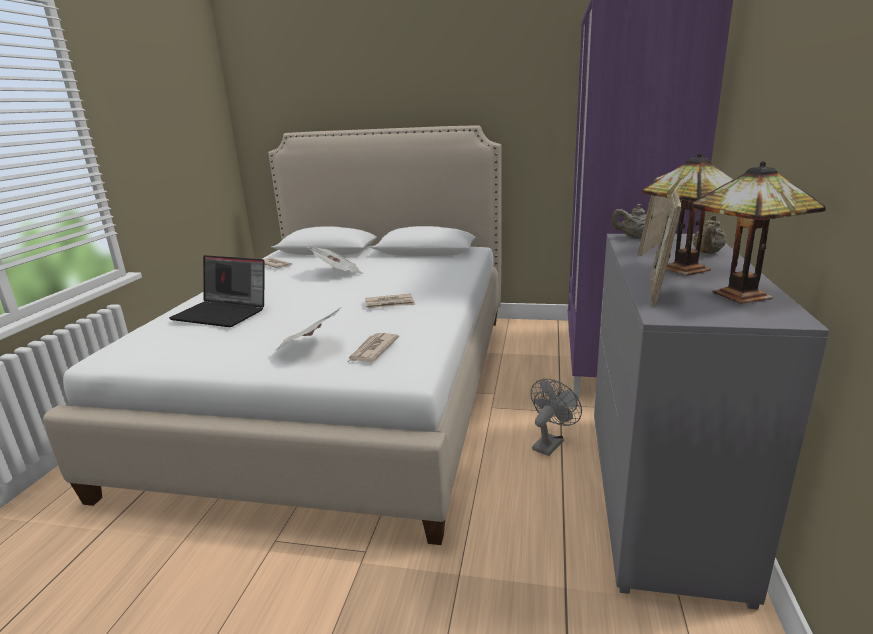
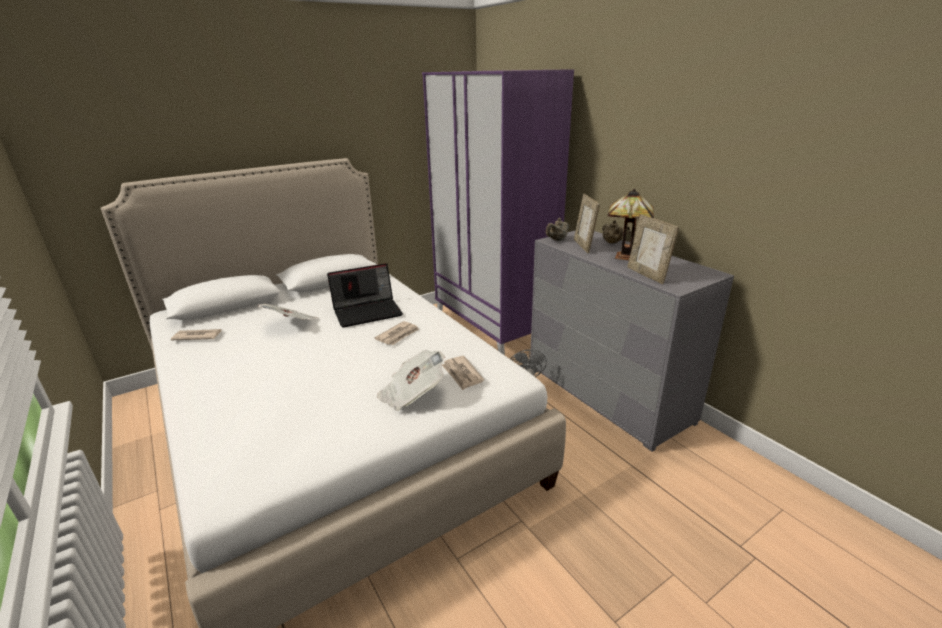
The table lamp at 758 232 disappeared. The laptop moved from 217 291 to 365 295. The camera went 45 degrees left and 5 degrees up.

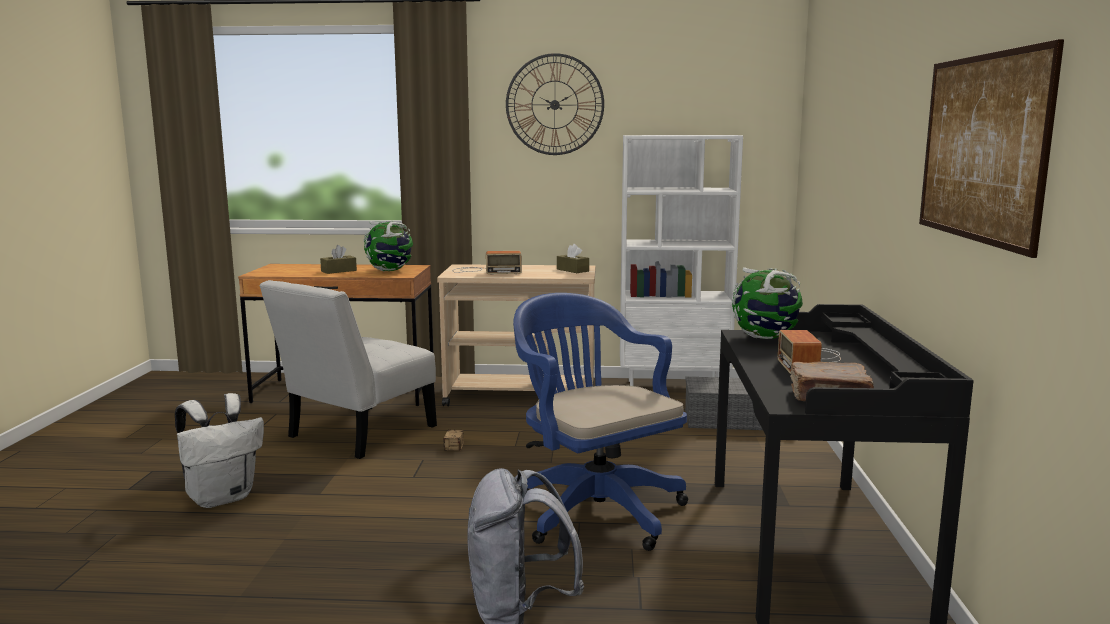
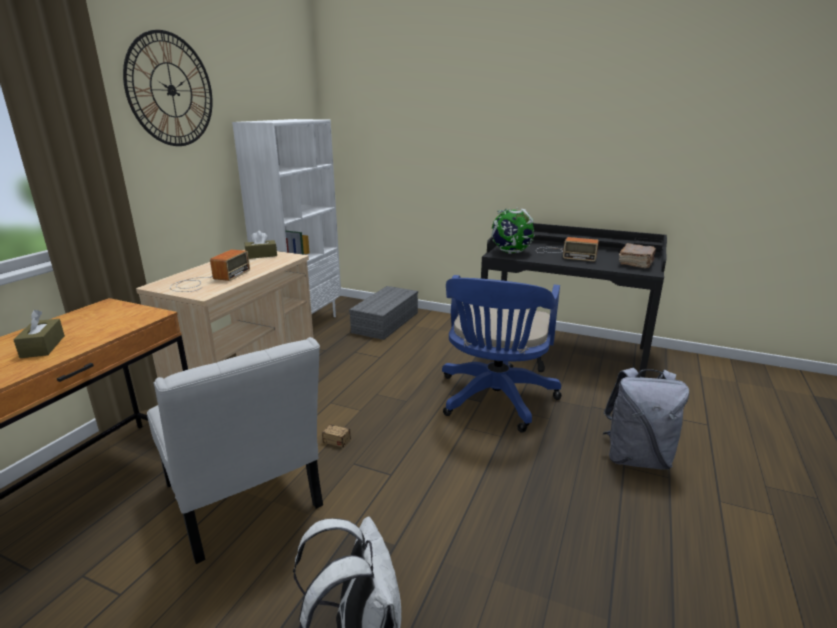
The picture at 991 148 disappeared. The desk globe at 388 246 disappeared. The blue desk chair at 600 422 turned 60 degrees counterclockwise. The camera went 70 degrees left and 10 degrees up.

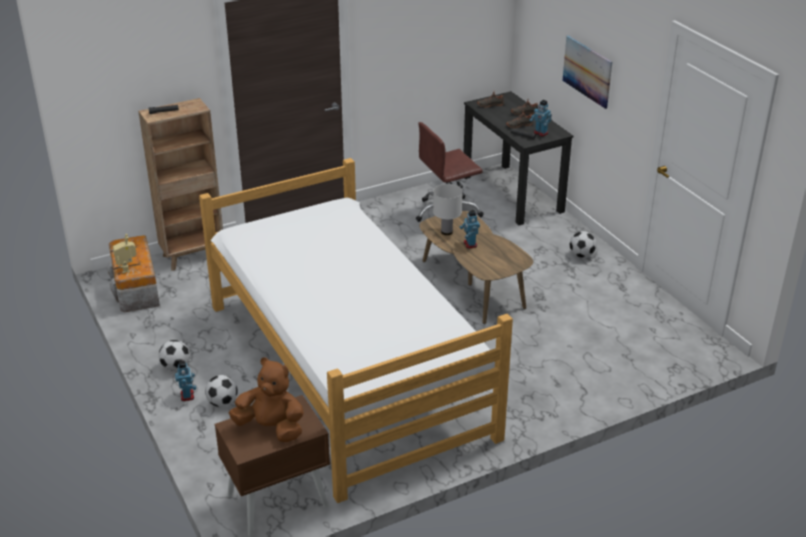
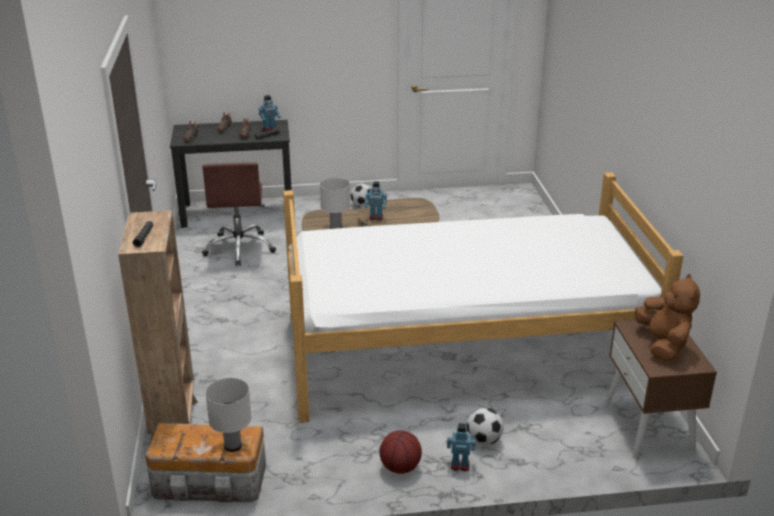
The picture at 587 72 disappeared. The toy robot at 124 253 was replaced by the whitish table lamp at 228 415. The football at 174 355 was replaced by the basketball at 401 452. The brown-coloured cuddly toy at 266 399 turned 135 degrees clockwise. The camera went 70 degrees left and 5 degrees down.

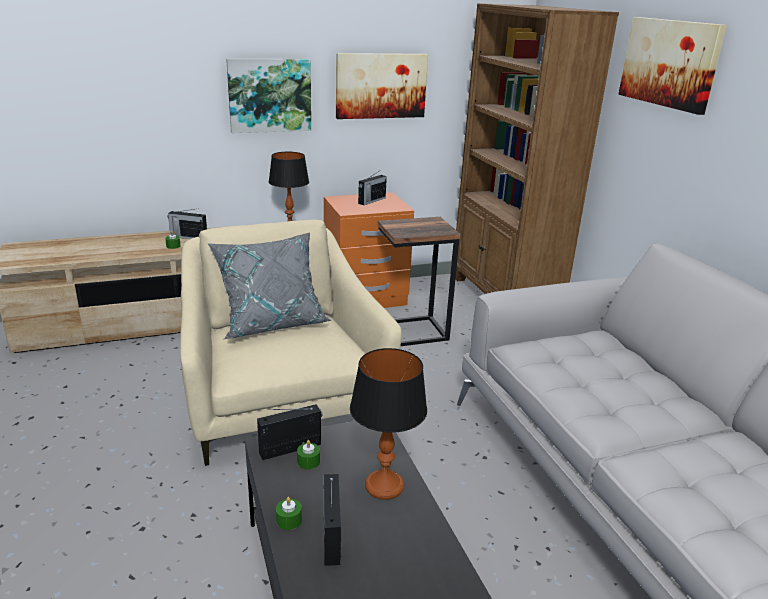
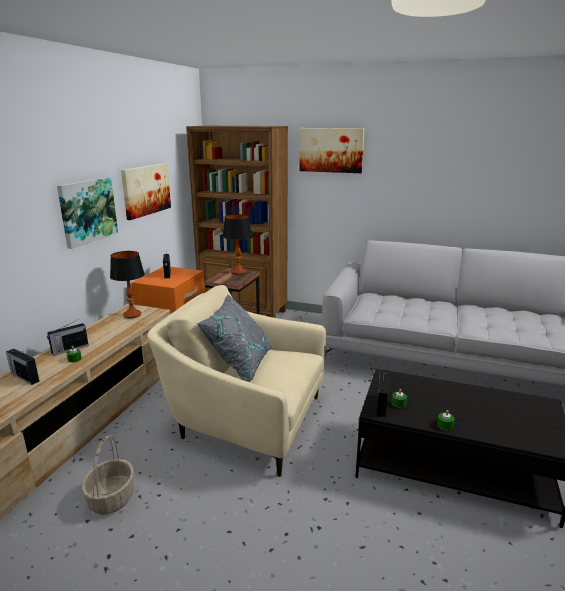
The table lamp moved from 388 424 to 237 244. The radio receiver moved from 332 520 to 23 367. The basket at 108 475 appeared. The camera went 50 degrees left and 5 degrees down.

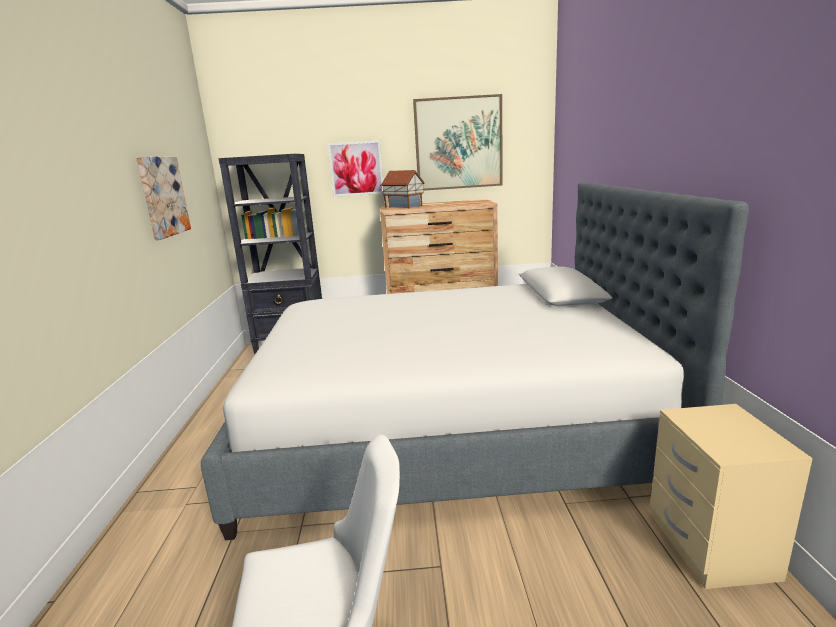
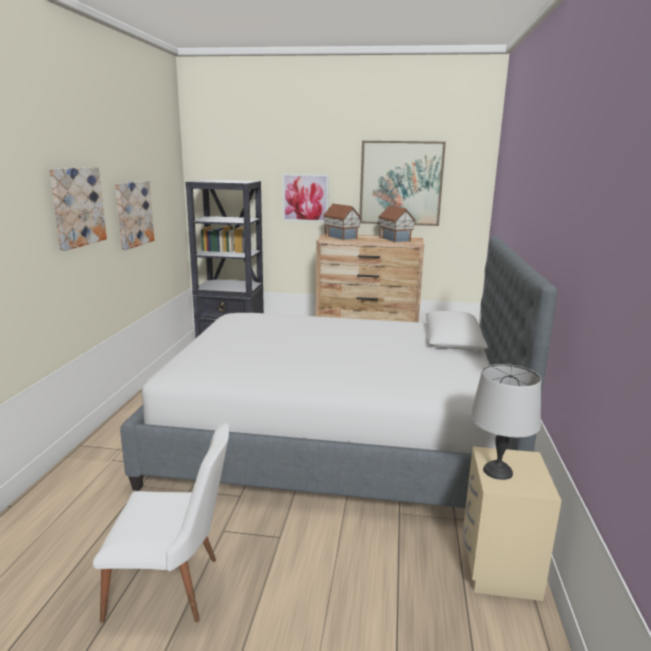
The picture at 78 209 appeared. The model house at 397 223 appeared. The greyish table lamp at 505 422 appeared. The camera went 10 degrees right and 0 degrees up.

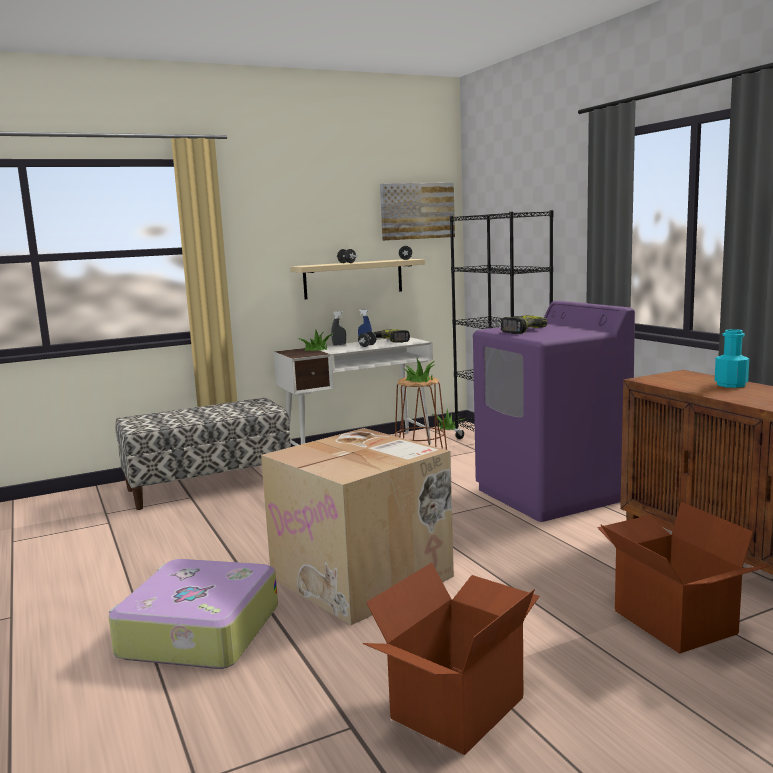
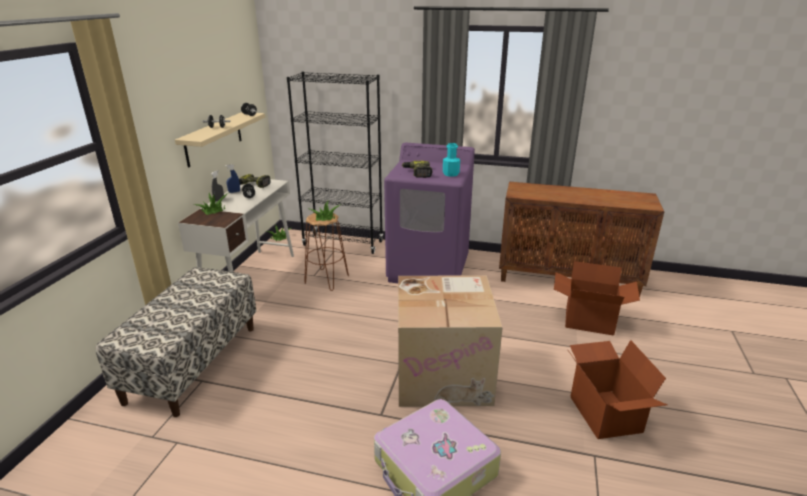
The picture at 417 212 disappeared. The blue-green beverage bottle moved from 732 358 to 451 160. The camera went 50 degrees left and 15 degrees up.

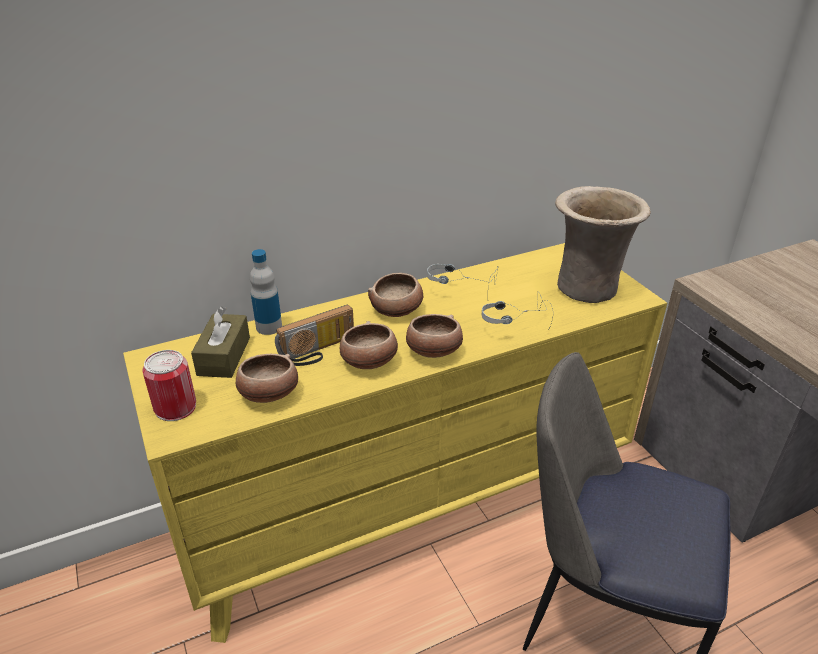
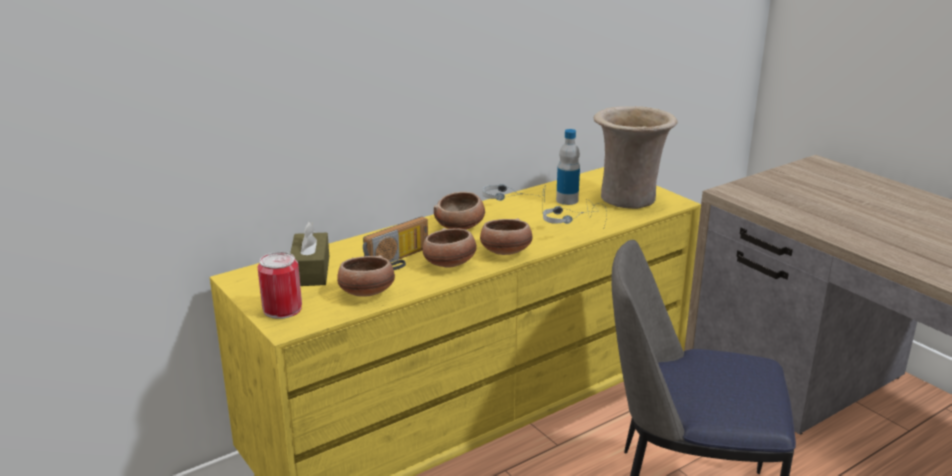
The beverage bottle moved from 266 292 to 568 167. The camera went 10 degrees left and 10 degrees down.

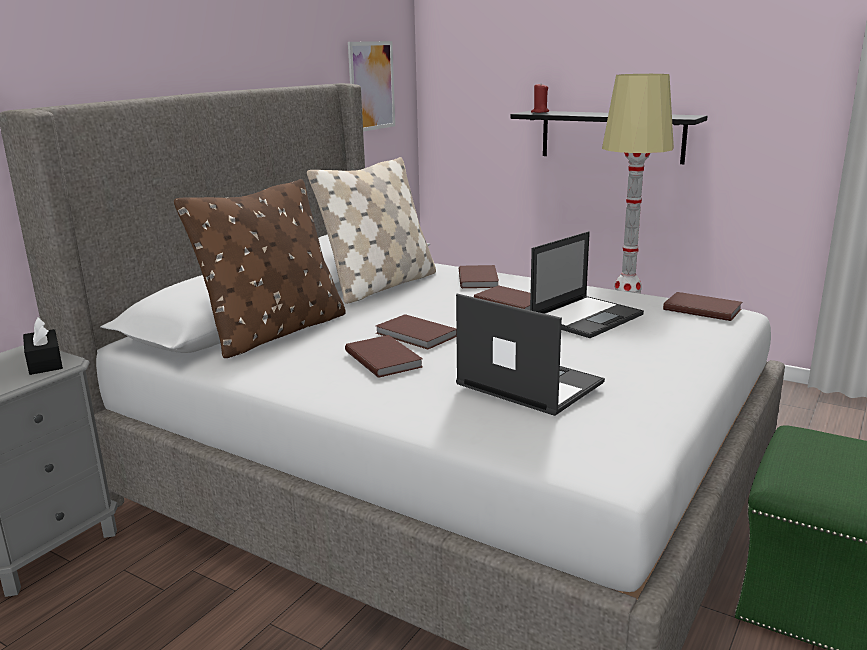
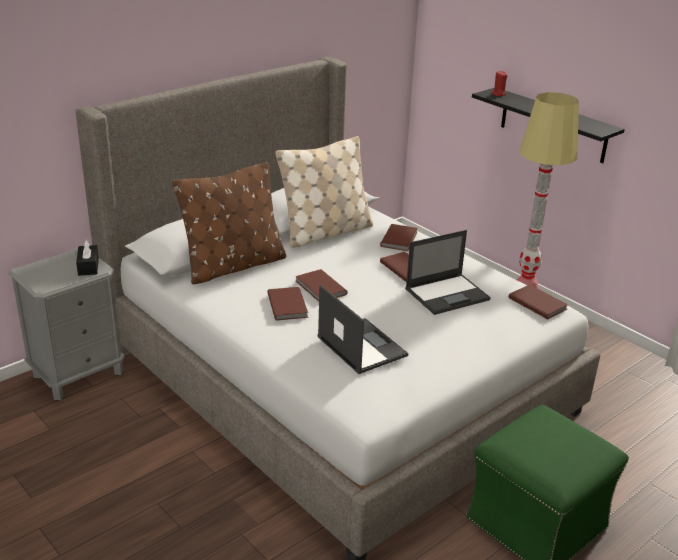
The picture at 371 86 disappeared. The camera went 15 degrees right and 10 degrees up.

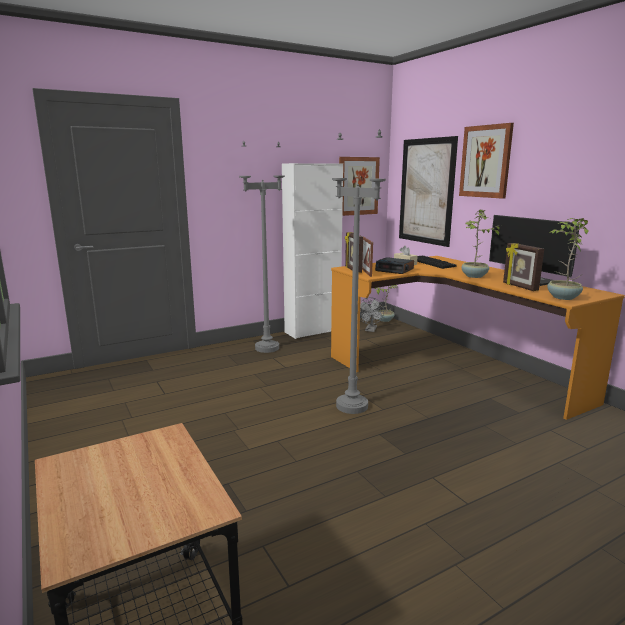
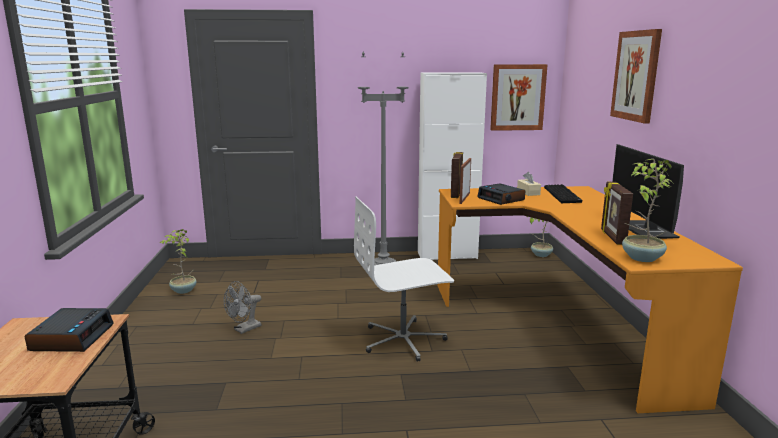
The greyish floor lamp at 359 271 was replaced by the whitish desk chair at 404 279. The picture at 428 191 disappeared. The plant in a pot moved from 481 243 to 178 261. The greyish electric fan moved from 372 314 to 242 307. The table clock at 69 330 appeared. The camera went 25 degrees right and 0 degrees up.

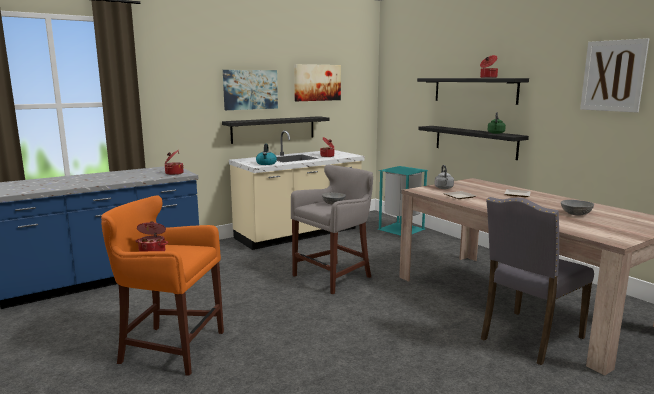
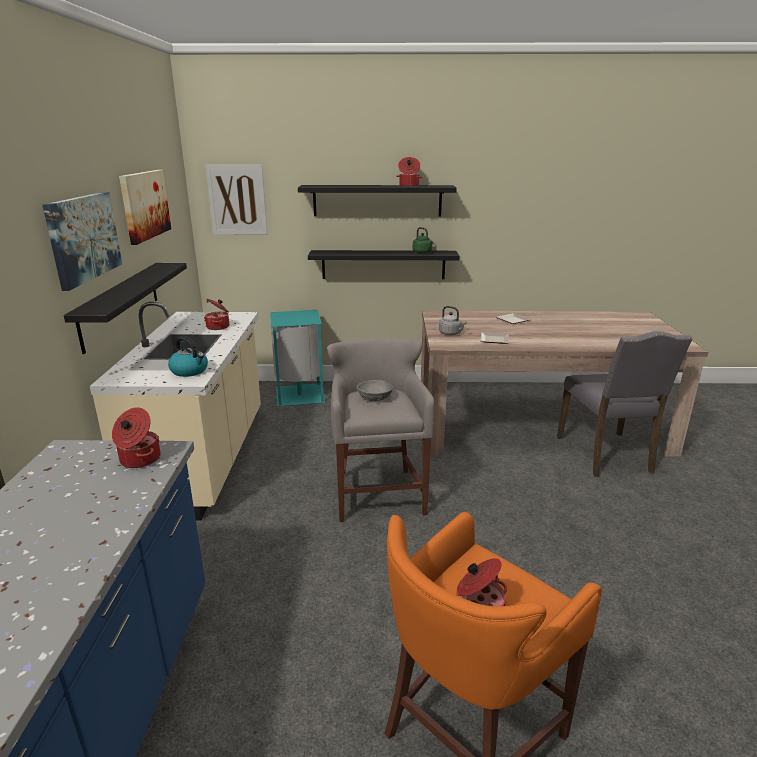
The picture moved from 614 75 to 236 200. The greyish deep dish at 577 207 disappeared. The camera went 55 degrees left and 10 degrees up.

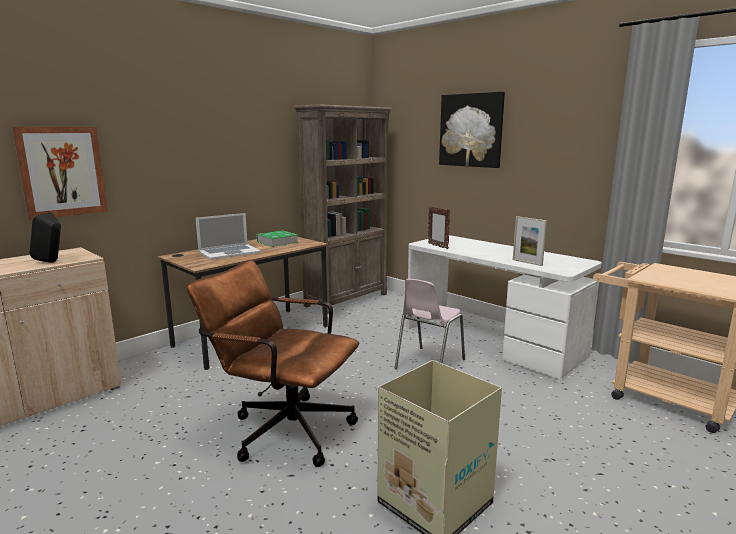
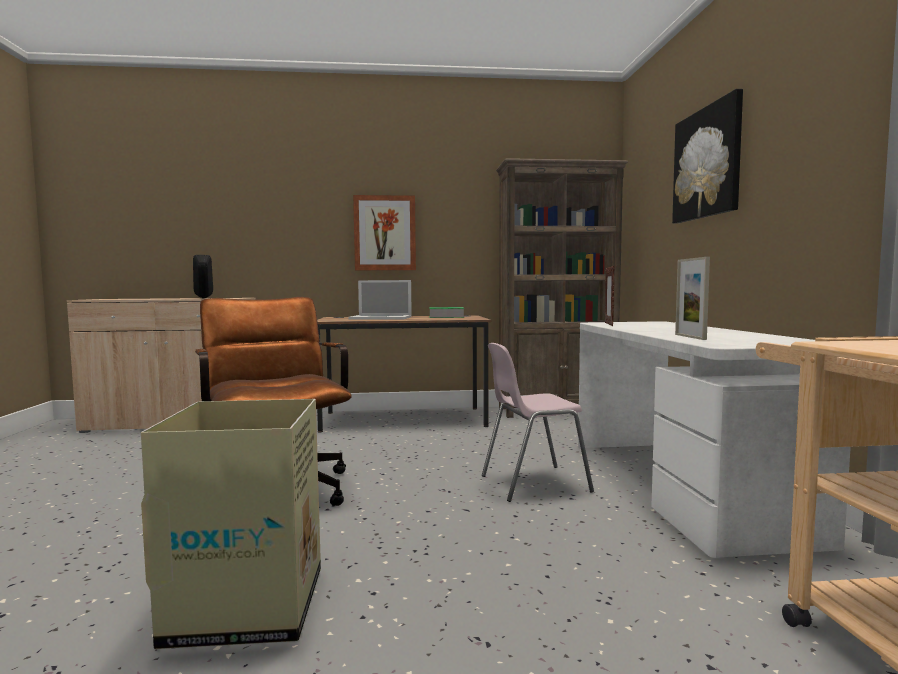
The picture moved from 60 173 to 384 233. The camera went 40 degrees right and 10 degrees down.

